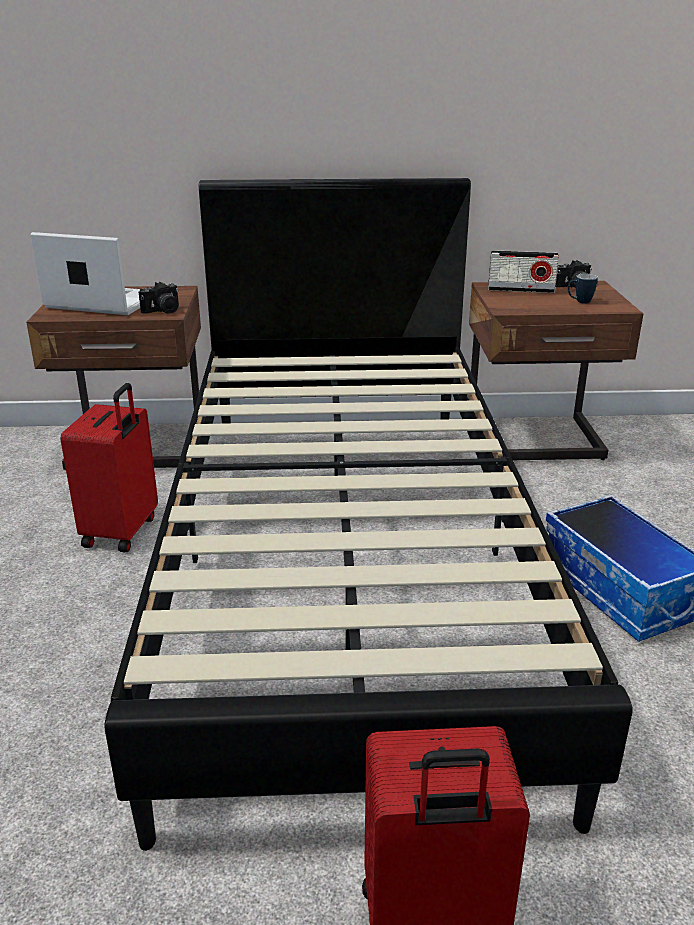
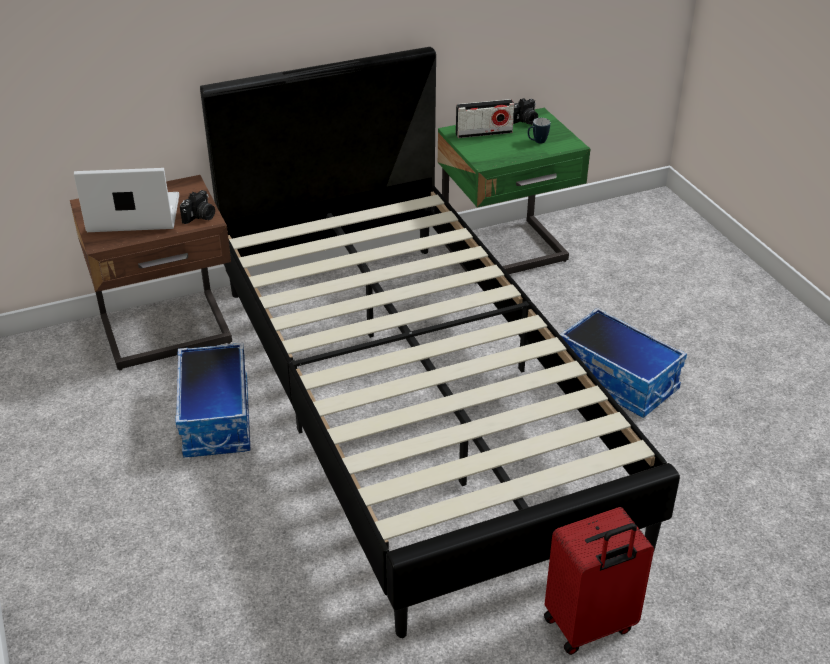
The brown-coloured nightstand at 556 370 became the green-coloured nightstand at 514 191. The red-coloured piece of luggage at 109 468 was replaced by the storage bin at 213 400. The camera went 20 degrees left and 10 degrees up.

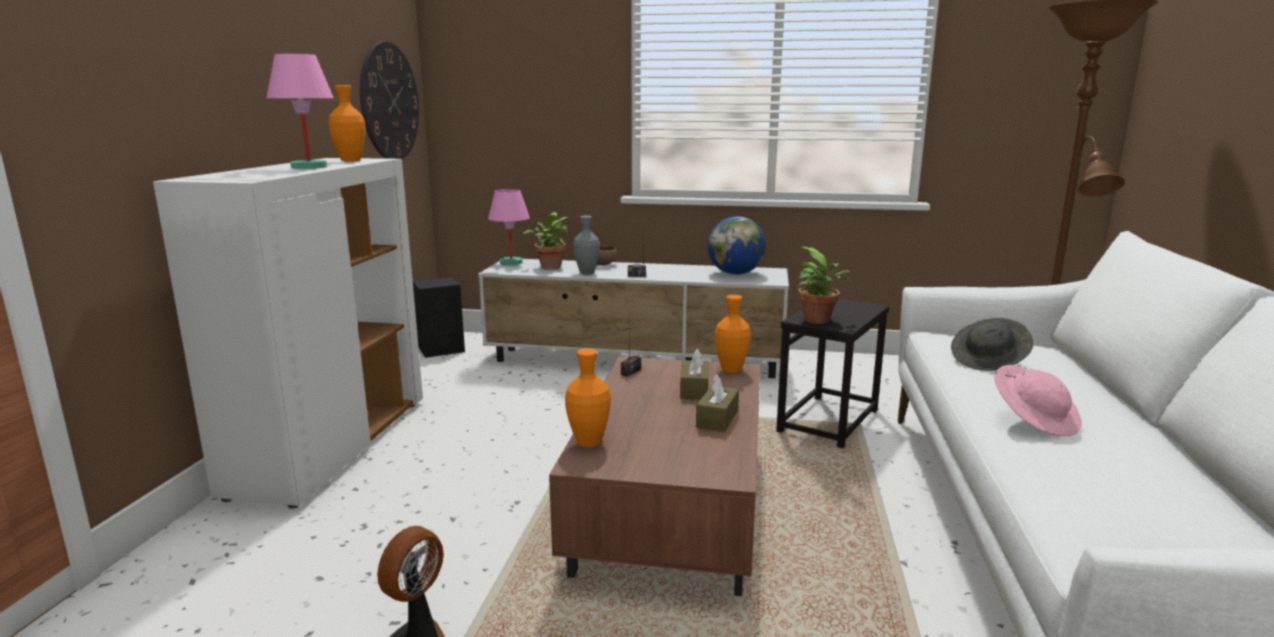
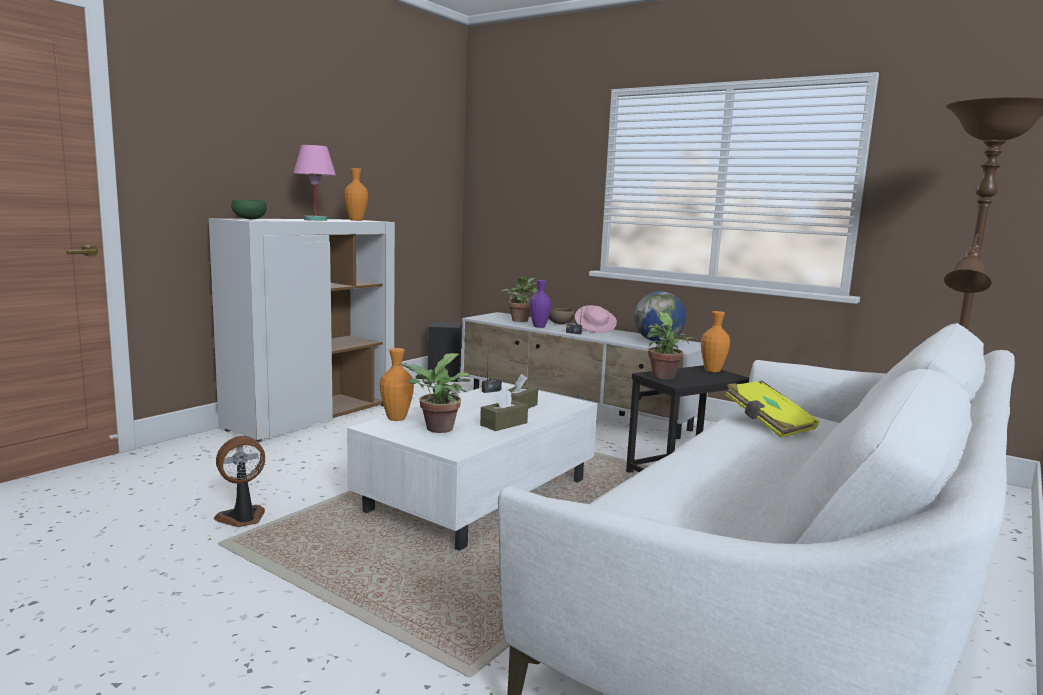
The clock on the wall at 389 100 disappeared. The pinkish table lamp at 509 227 disappeared. The greyish decorative vase at 586 244 became the purple-coloured decorative vase at 540 304. The orange decorative vase moved from 733 334 to 715 342. The greyish hat at 992 344 was replaced by the yellow-coloured bound book at 772 409. The brown-coloured low table at 654 476 became the whitish low table at 472 467. The pinkish hat moved from 1038 400 to 596 319. The green-coloured deep dish at 249 209 appeared. The plant in a pot at 434 393 appeared. The camera went 25 degrees right and 5 degrees down.

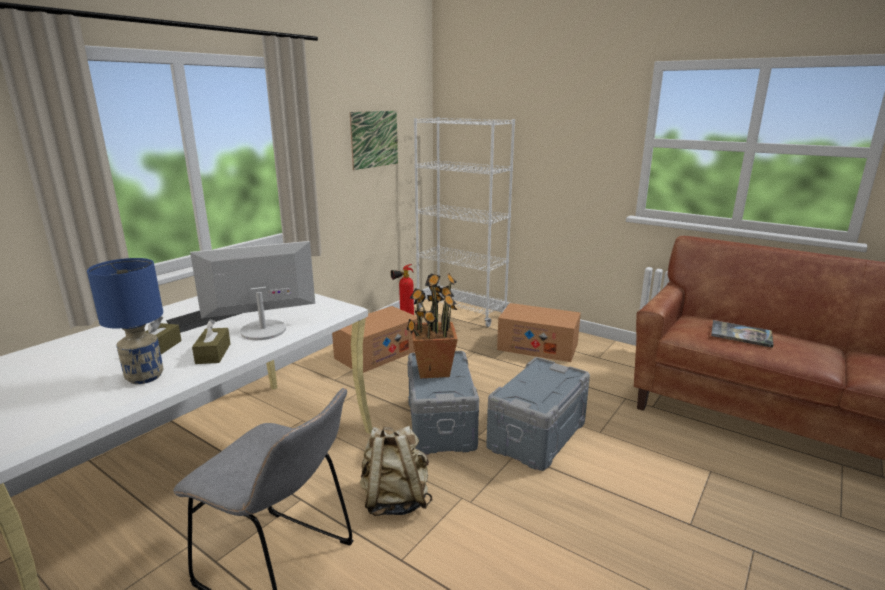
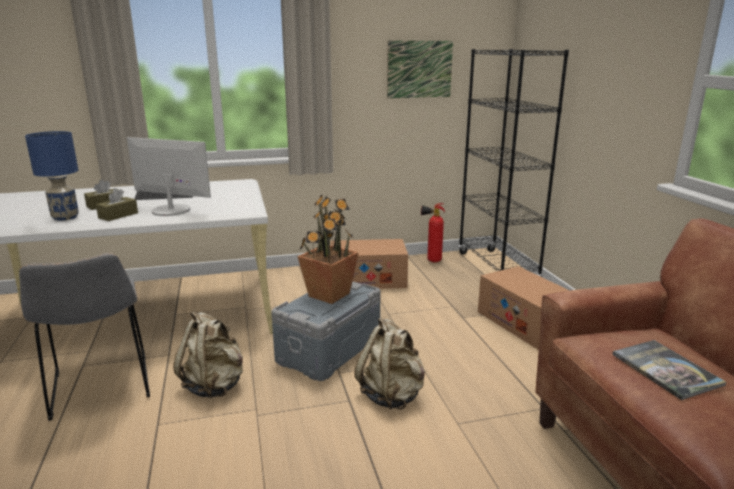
The whitish bookshelf at 464 222 became the black-coloured bookshelf at 513 163. The greyish storage bin at 538 414 was replaced by the beige knapsack at 389 363. The camera went 40 degrees right and 0 degrees up.

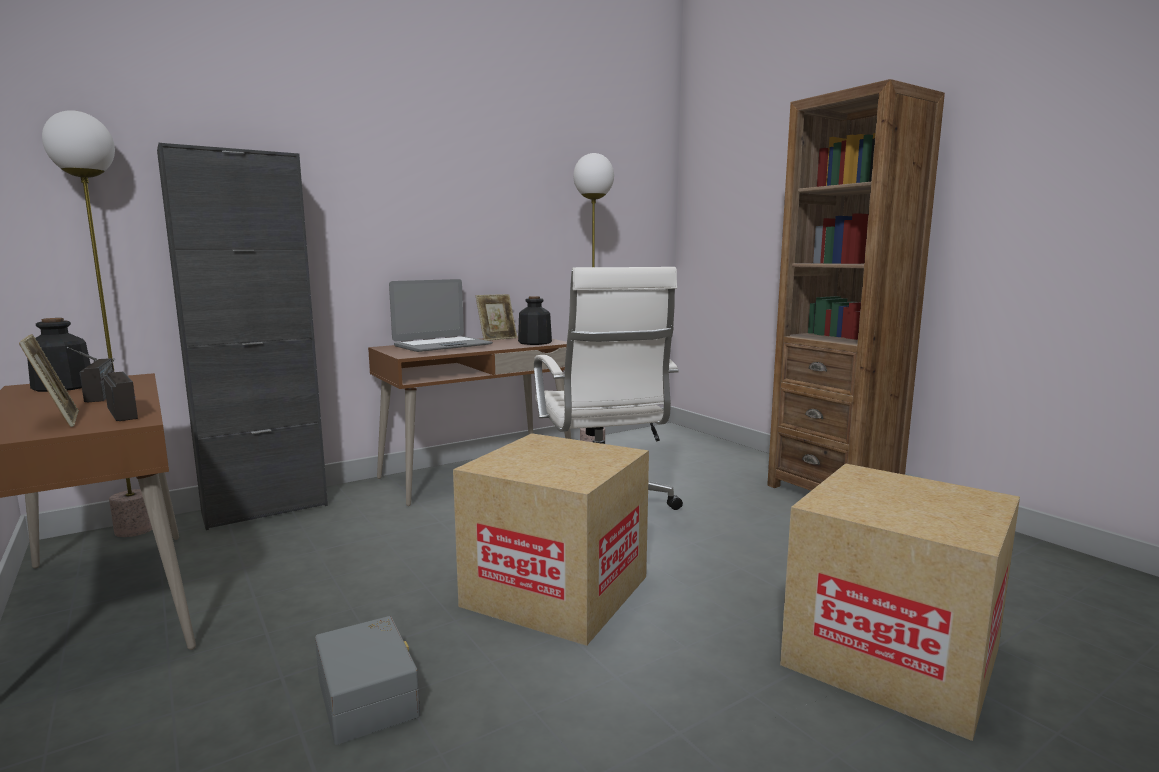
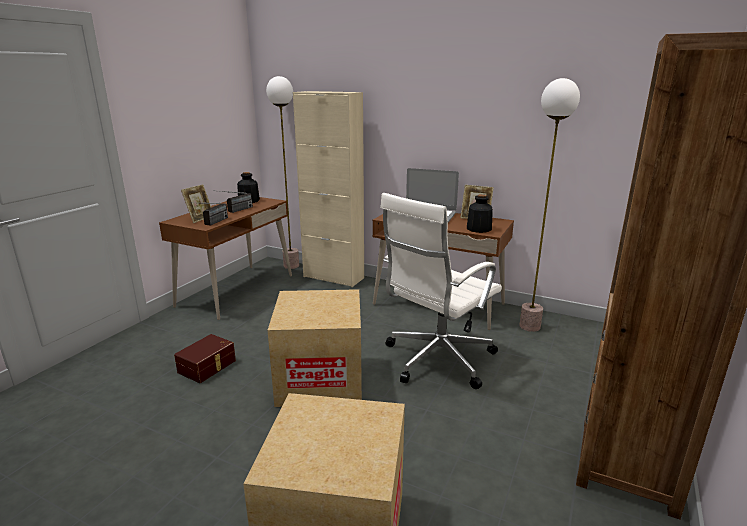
The black-coloured cupboard at 242 336 became the beige cupboard at 328 189. The greyish storage bin at 367 680 became the brown-coloured storage bin at 205 358. The camera went 60 degrees right and 10 degrees up.

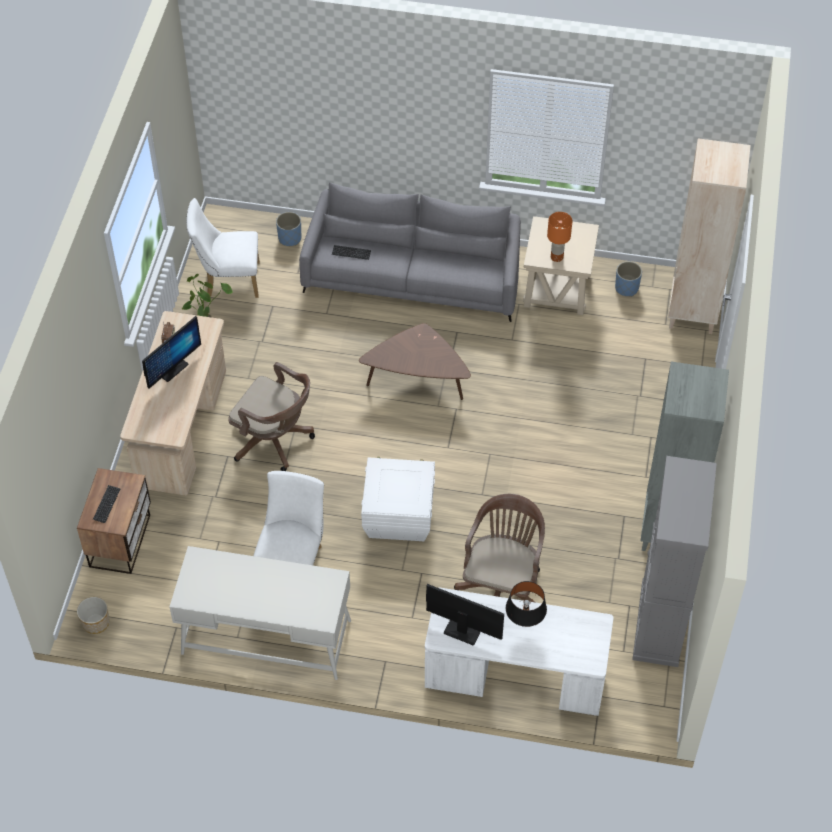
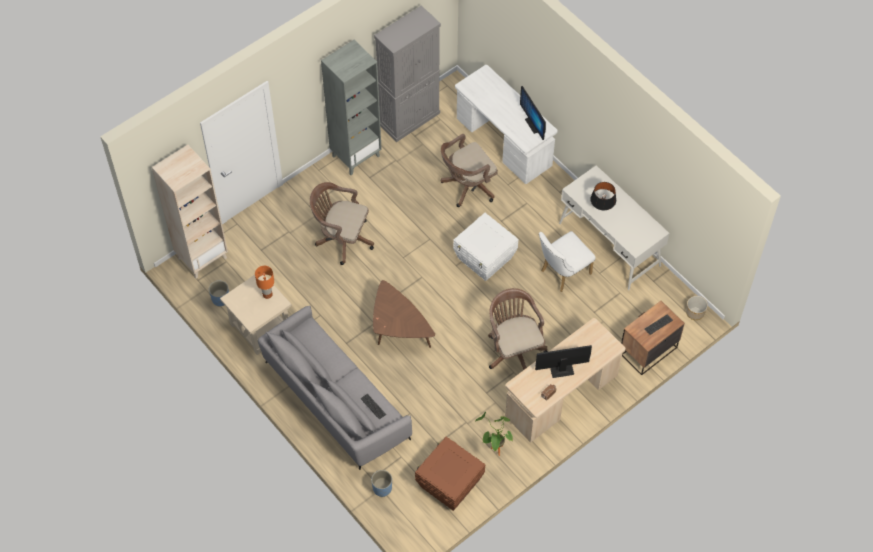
The whitish chair at 223 248 was replaced by the brown-coloured storage bin at 450 474. The black-coloured table lamp moved from 526 604 to 603 196. The brown-coloured desk chair at 342 223 appeared. The camera went 140 degrees left and 5 degrees up.

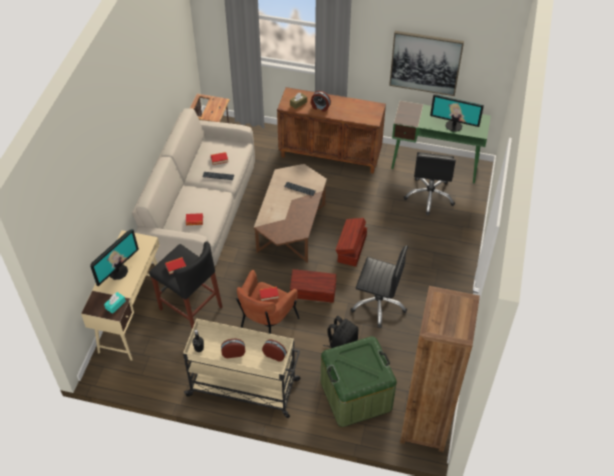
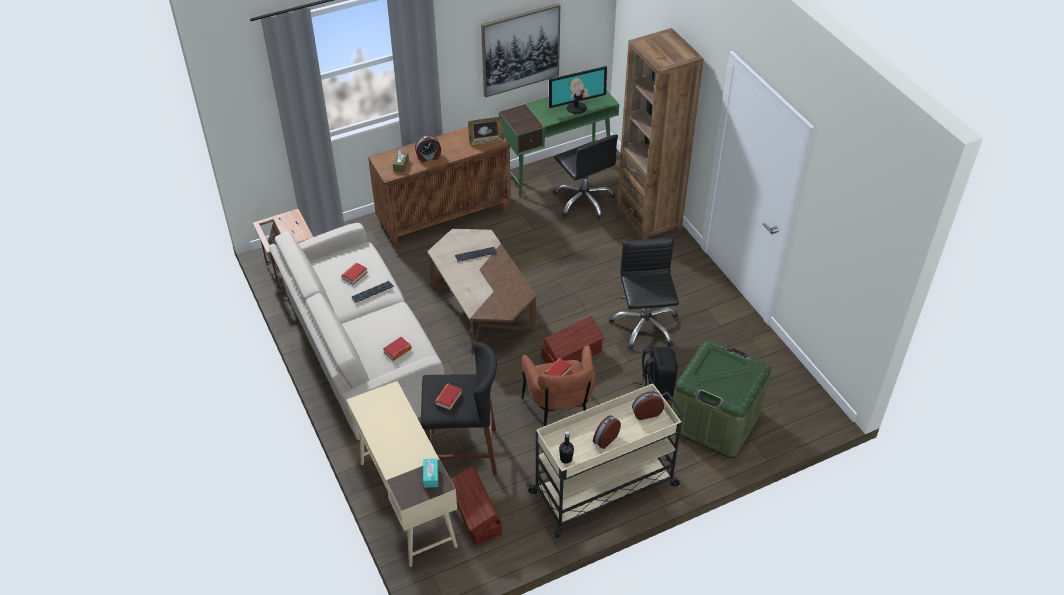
The brown-coloured storage bin moved from 351 242 to 476 505. The computer screen at 114 257 disappeared. The black-coloured desk chair at 379 287 turned 75 degrees counterclockwise. The brown-coloured bookshelf moved from 440 369 to 660 134. The standing frame at 486 131 appeared. The camera went 40 degrees left and 5 degrees down.

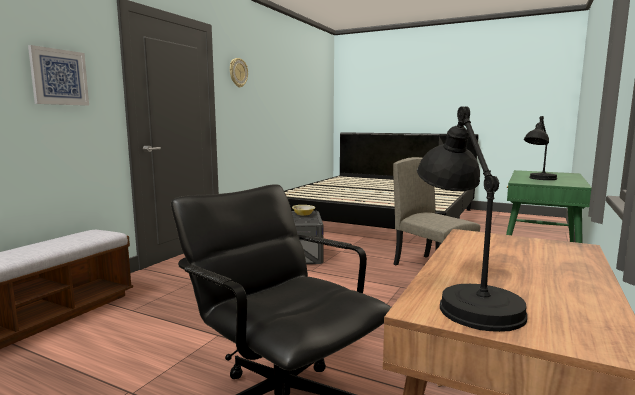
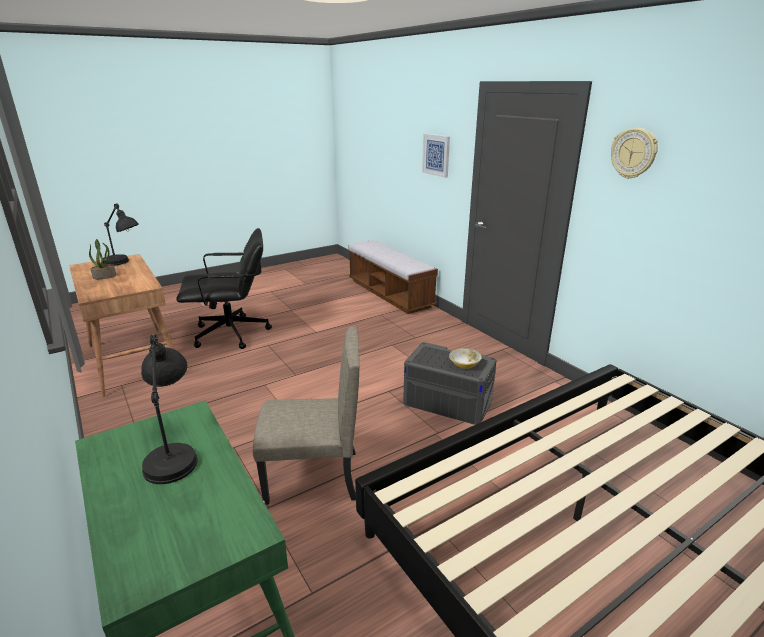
The plant in a pot at 102 259 appeared. The camera went 120 degrees right and 15 degrees up.

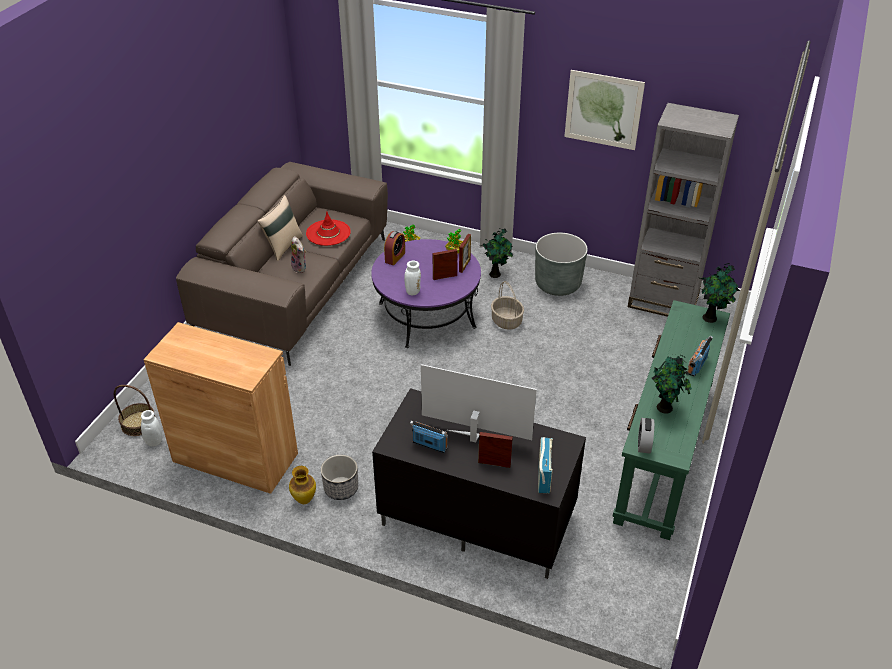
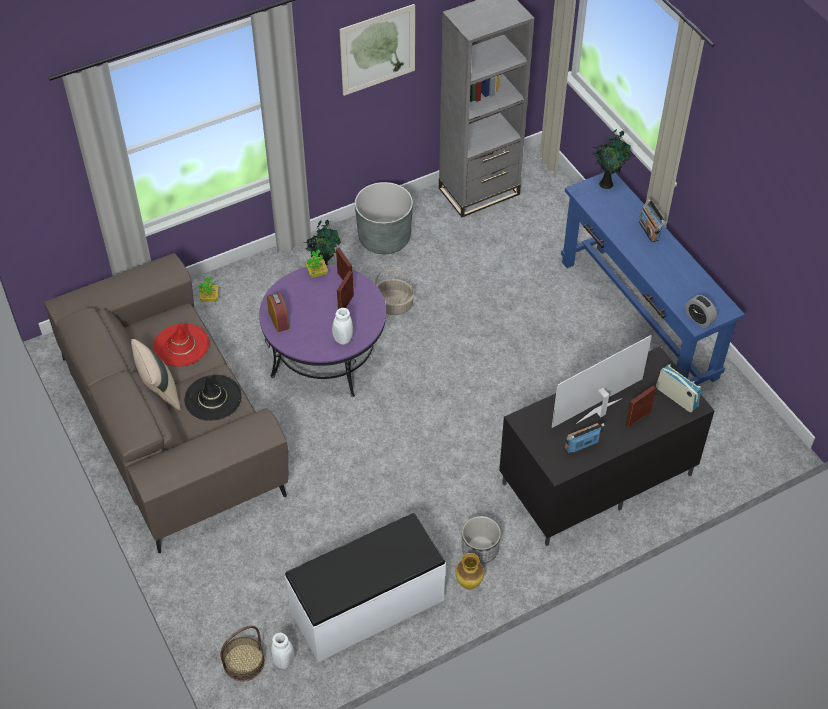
The cuddly toy at 298 254 was replaced by the black-coloured hat at 213 398. The green-coloured narrow table at 671 420 became the blue narrow table at 653 278. The brown-coloured cupboard at 221 408 was replaced by the whitish bench at 365 587. The plant in a pot at 672 384 disappeared. The camera went 50 degrees left and 10 degrees up.

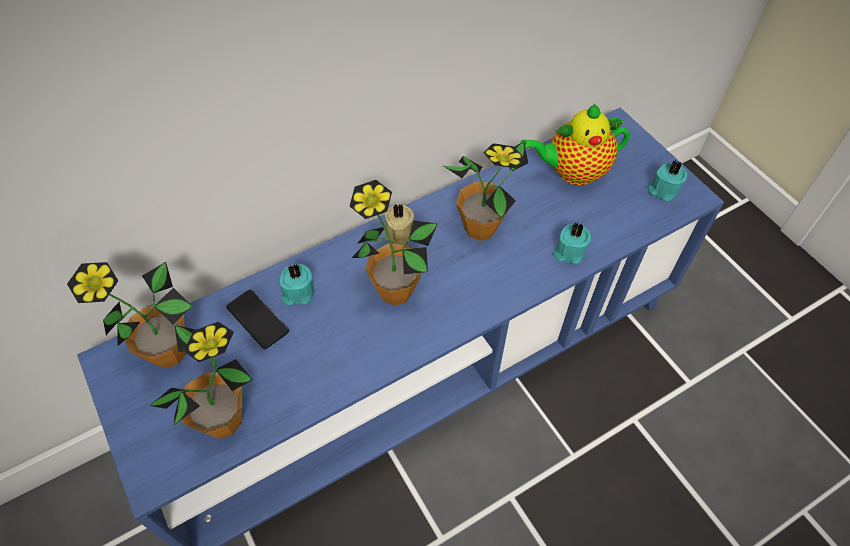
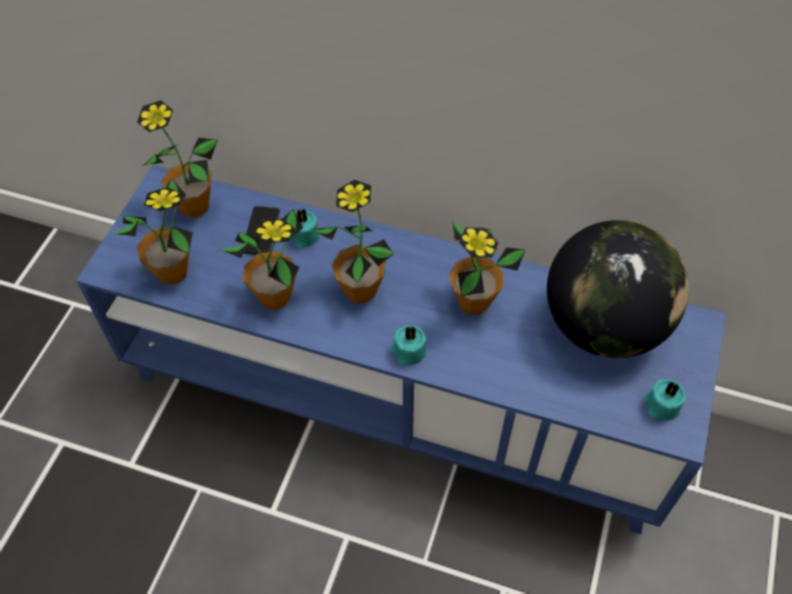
The pot for tea at 575 144 was replaced by the desk globe at 618 289. The beige wax candle at 399 224 disappeared. The blue-green wax candle moved from 572 243 to 409 345. The plant in a pot at 261 259 appeared. The camera went 50 degrees right and 0 degrees up.

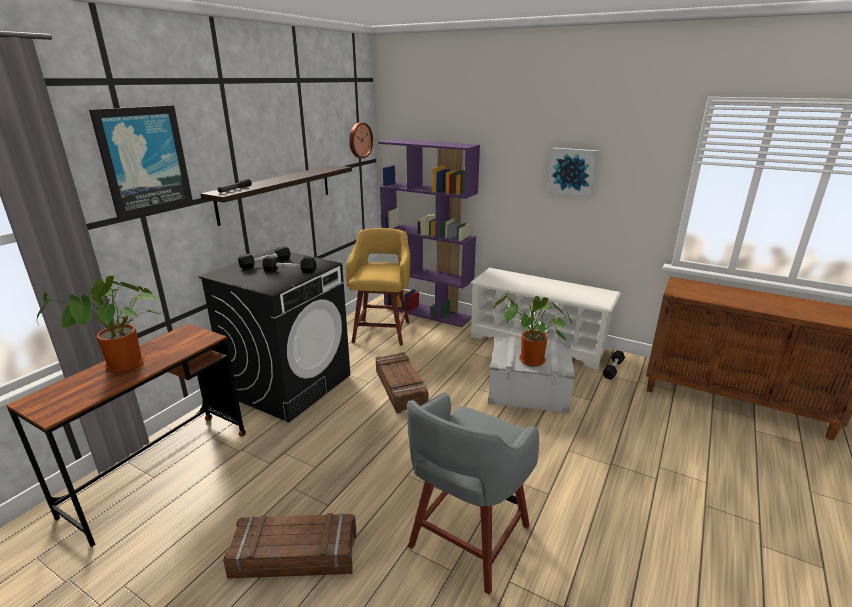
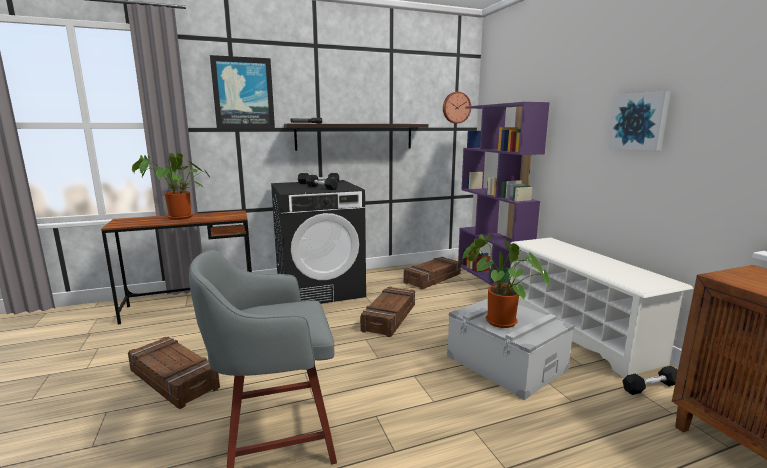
The yellow-coloured stool at 378 287 was replaced by the crate at 432 273. The camera went 40 degrees right and 10 degrees down.

